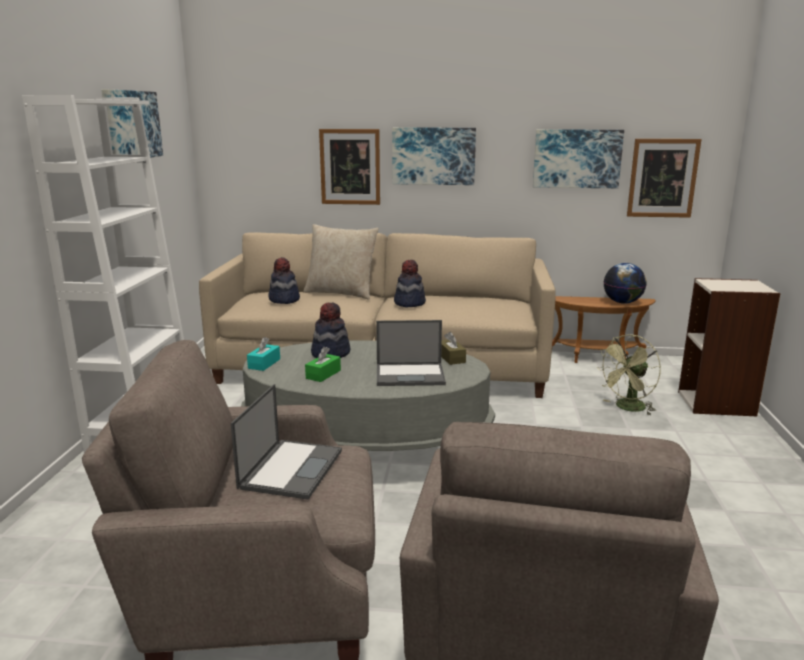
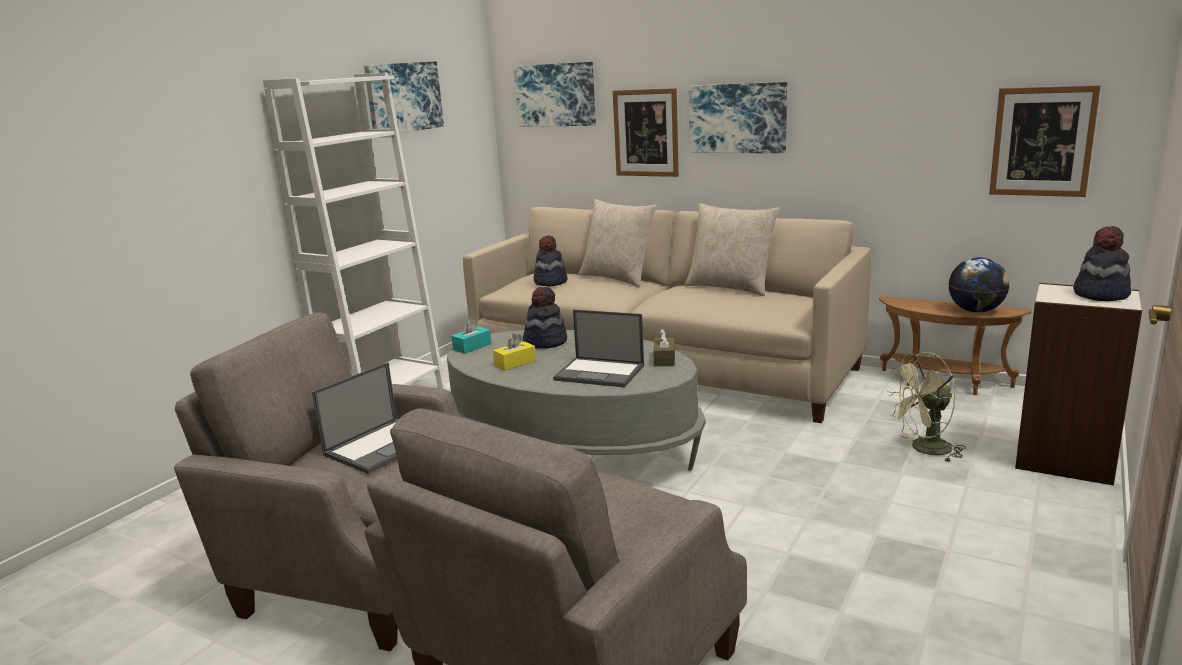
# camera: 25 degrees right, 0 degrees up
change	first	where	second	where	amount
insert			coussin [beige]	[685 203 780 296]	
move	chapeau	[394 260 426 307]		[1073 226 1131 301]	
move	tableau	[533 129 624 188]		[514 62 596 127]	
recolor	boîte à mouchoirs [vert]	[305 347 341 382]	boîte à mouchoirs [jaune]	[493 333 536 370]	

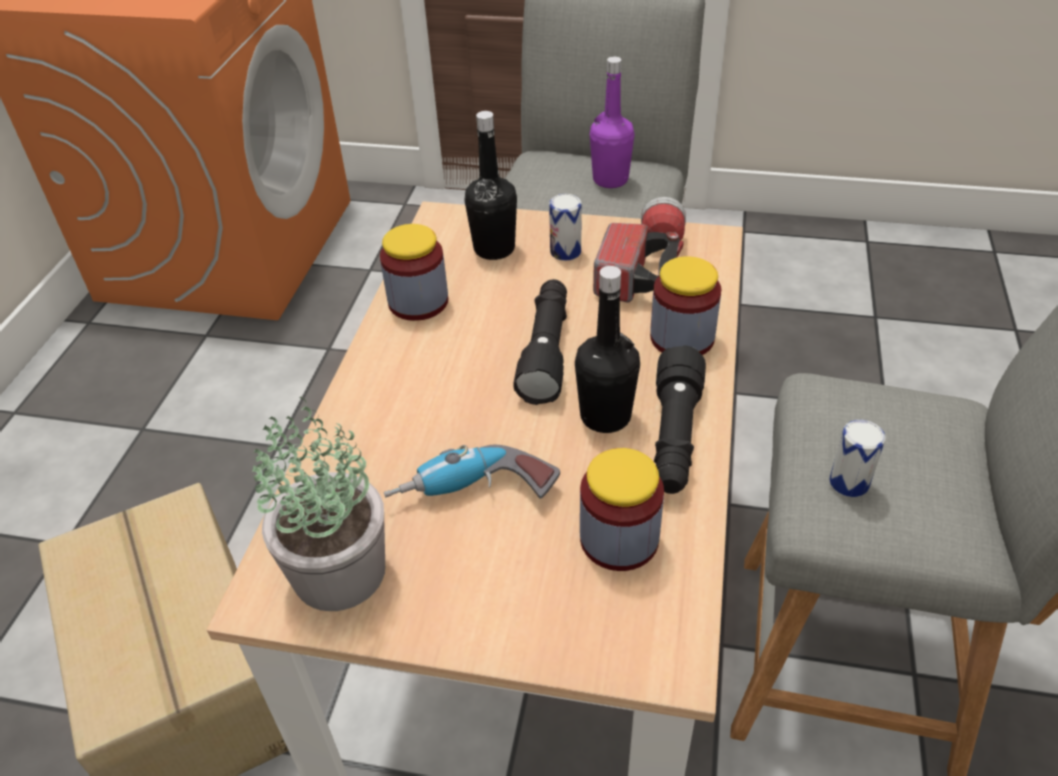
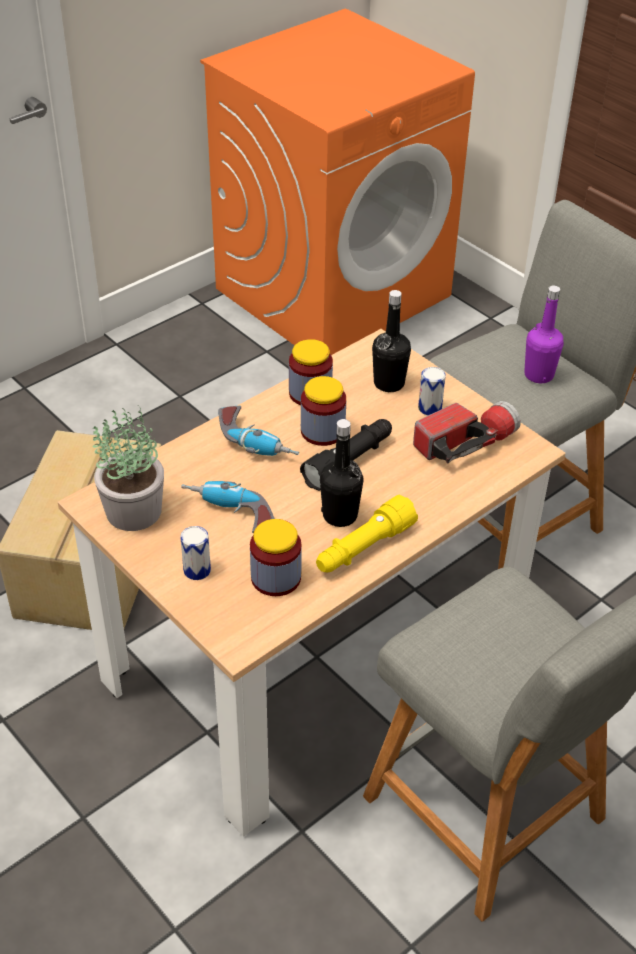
# camera: 35 degrees right, 0 degrees up
change	first	where	second	where	amount
insert			perceuse	[218 406 299 456]	
move	bocal	[650 256 722 355]		[301 376 346 446]	
move	boîte métallique	[829 420 886 497]		[180 526 211 580]	
recolor	lampe de poche [noir]	[654 345 706 494]	lampe de poche [jaune]	[316 495 418 572]	

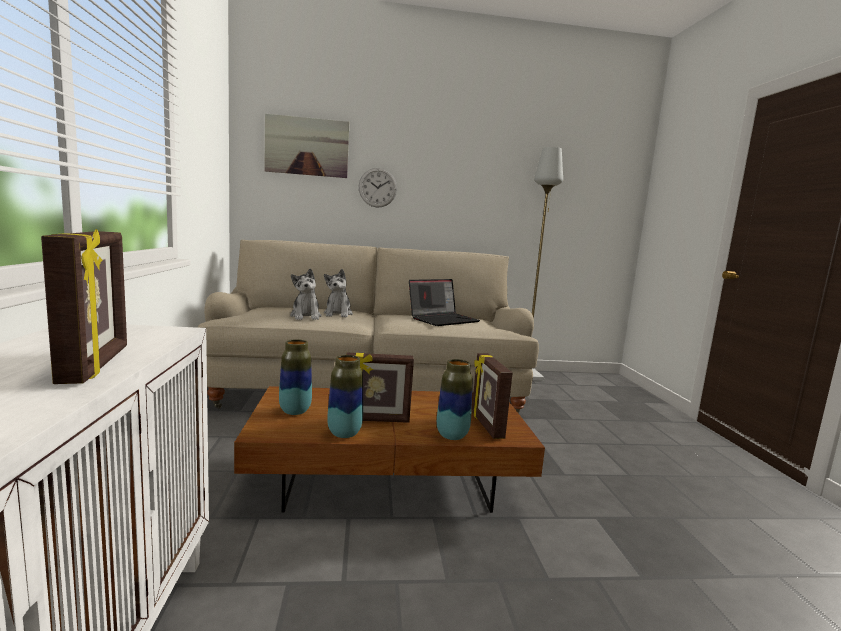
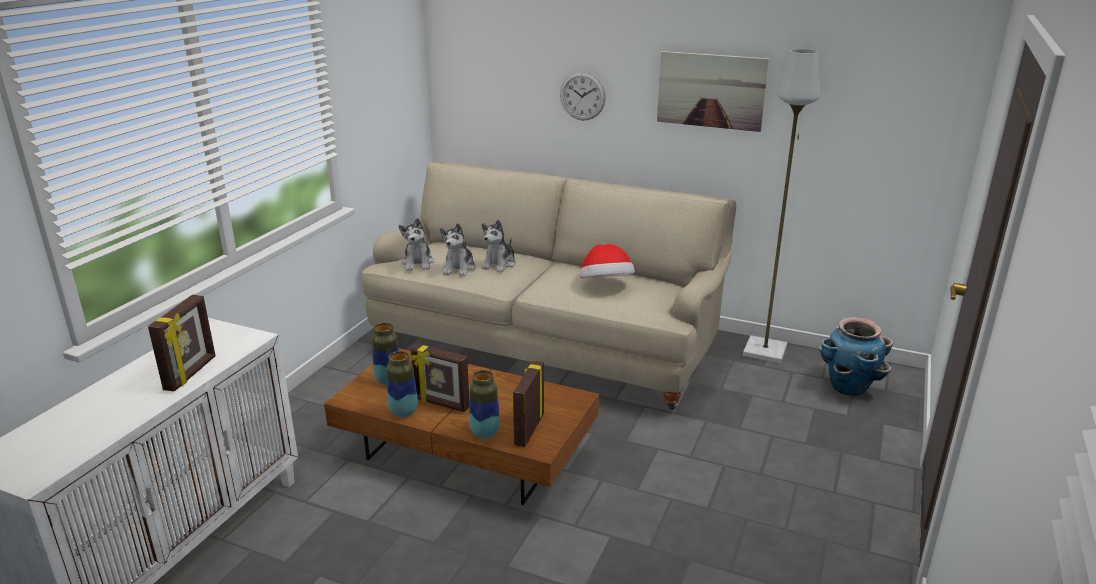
# camera: 30 degrees right, 15 degrees up
change	first	where	second	where	amount
insert			peluche	[398 218 434 271]	
insert			cache-pot	[819 317 893 396]	
move	tableau	[264 114 349 178]		[657 51 769 132]	
replace	ordinateur portable	[409 279 480 326]	chapeau	[580 244 635 278]	

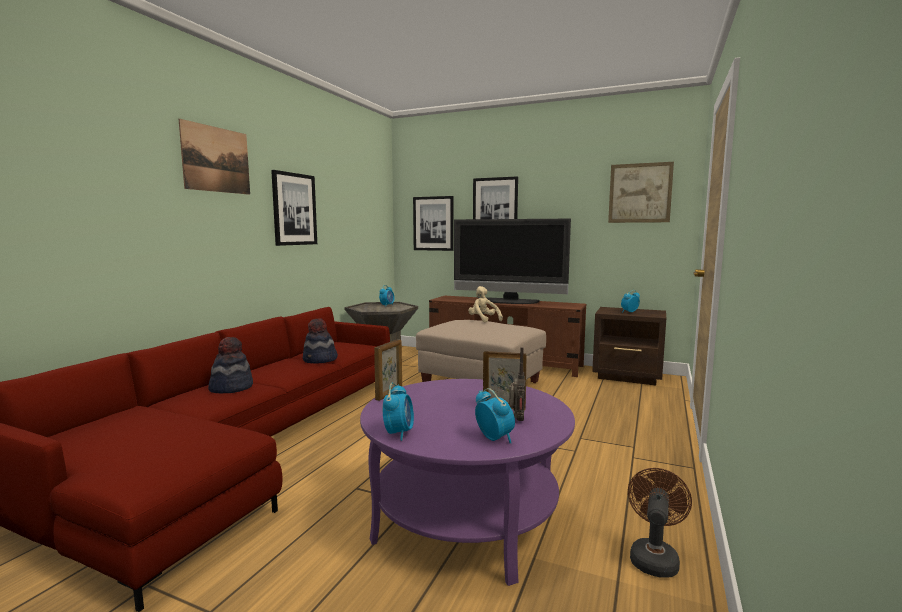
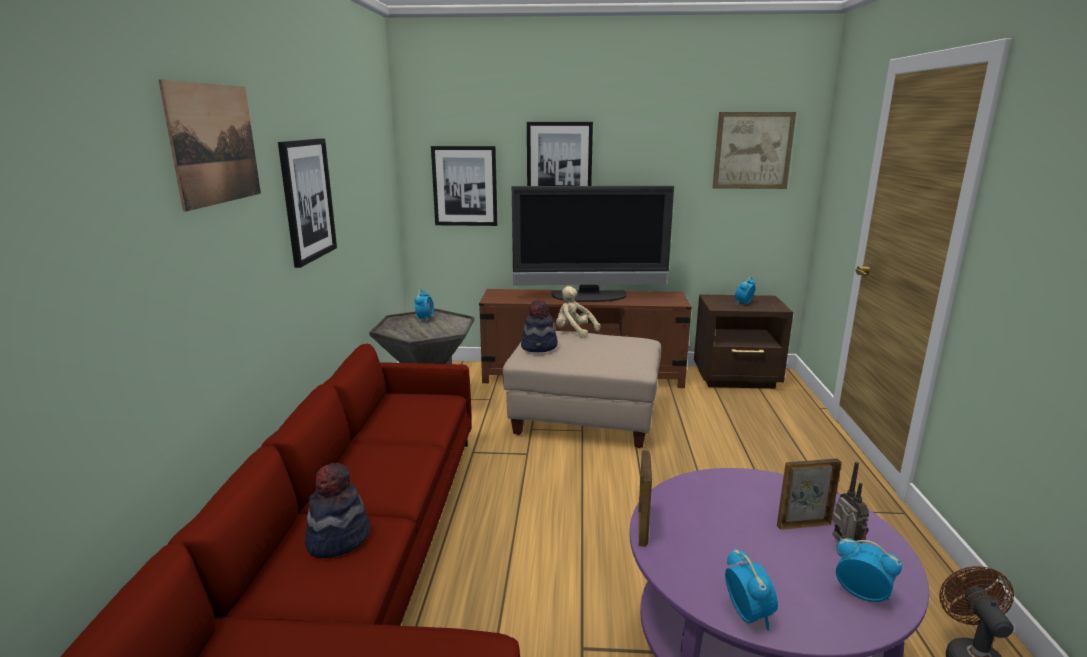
# camera: 20 degrees left, 10 degrees up
change	first	where	second	where	amount
move	chapeau	[303 319 338 364]		[521 300 558 352]	

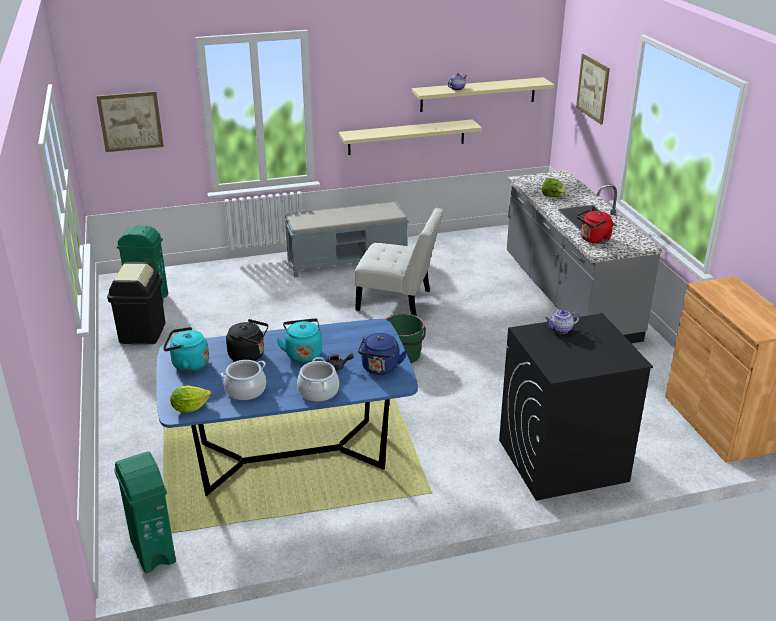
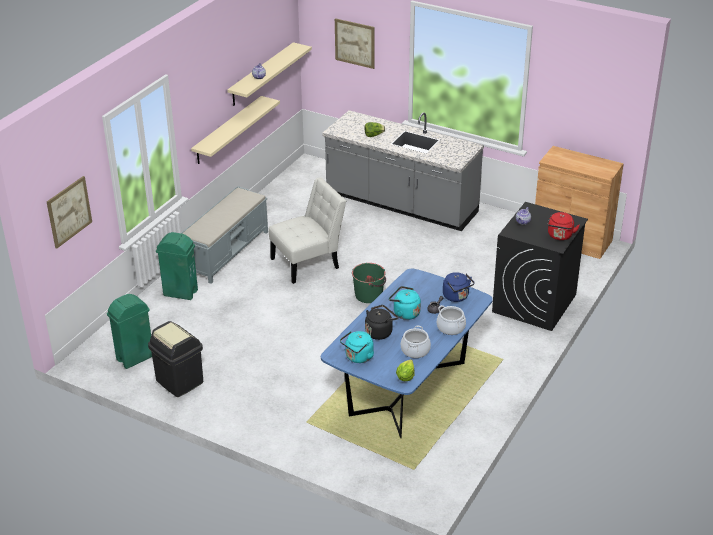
# camera: 45 degrees left, 5 degrees up
change	first	where	second	where	amount
move	poubelle [vert]	[114 451 176 573]		[156 232 198 300]	
move	bouilloire [rouge]	[577 209 613 244]		[548 212 580 240]	

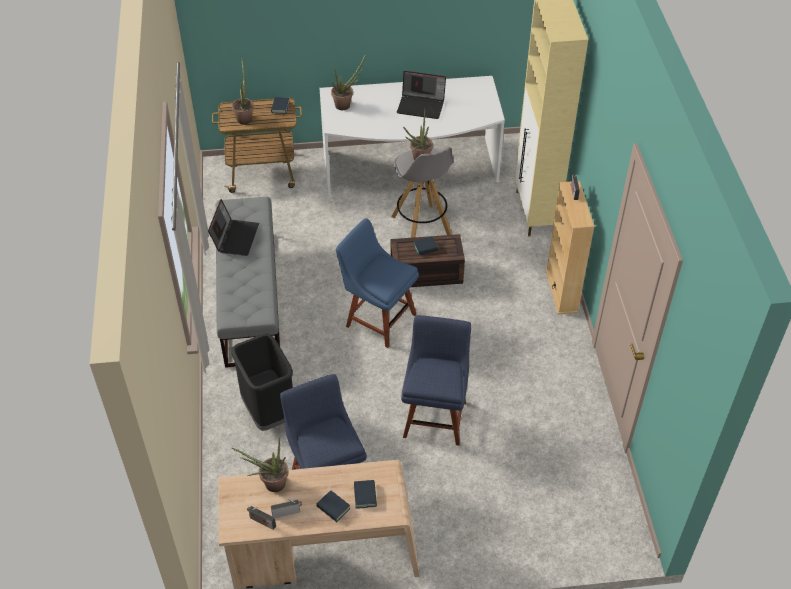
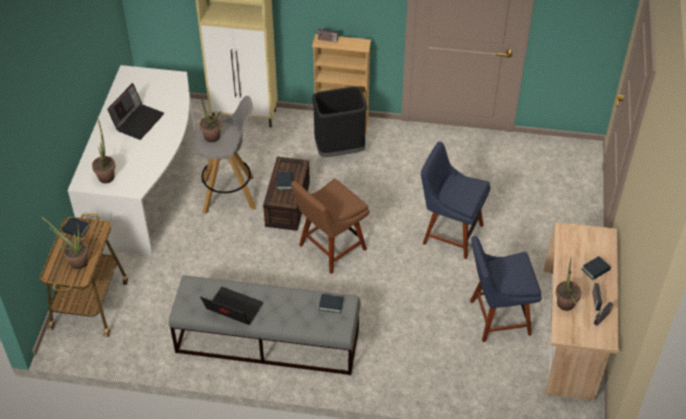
# camera: 75 degrees left, 0 degrees up
change	first	where	second	where	amount
move	poubelle [noir]	[231 334 293 431]		[312 87 367 157]	
move	livre	[354 480 377 508]		[319 294 343 313]	
recolor	chaise [bleu]	[336 218 419 348]	chaise [marron]	[291 178 369 274]	

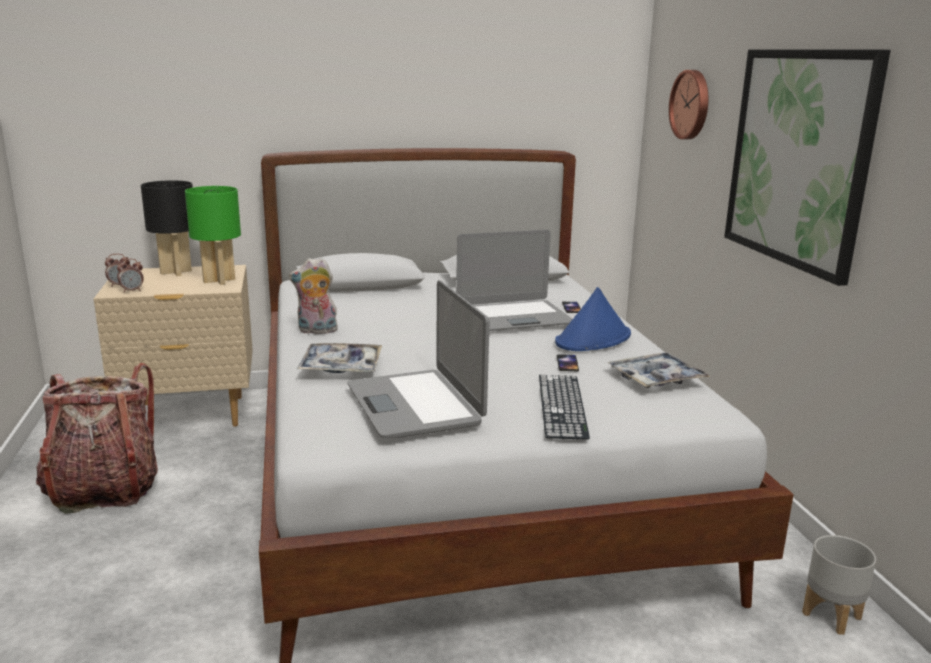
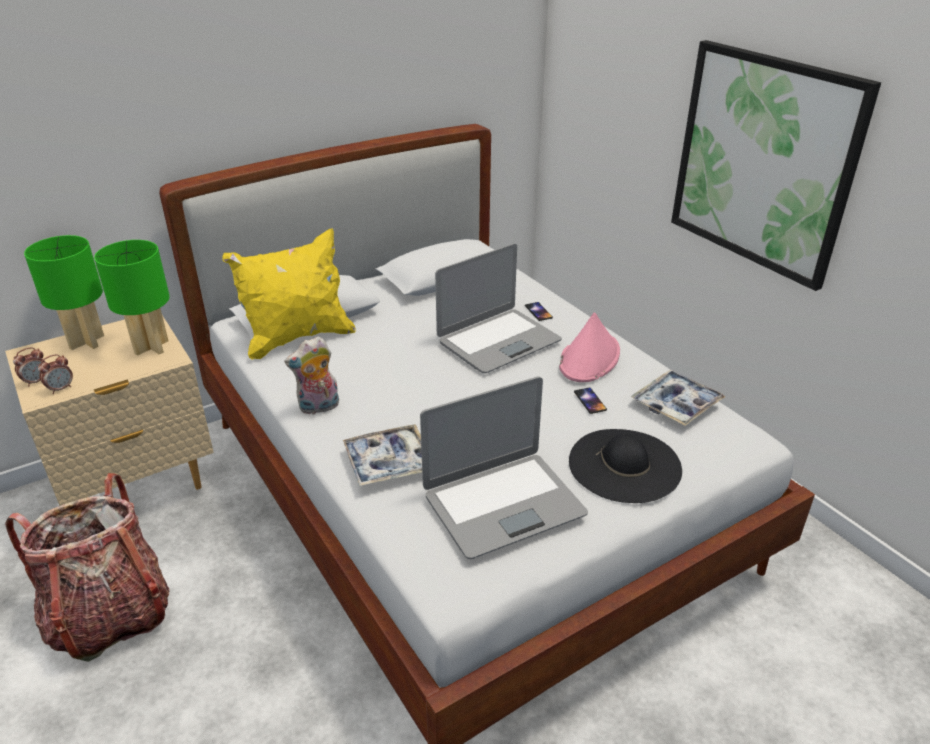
# camera: 20 degrees left, 15 degrees up
change	first	where	second	where	amount
delete	horloge murale	[669 70 708 139]			
delete	cache-pot [gris]	[802 535 876 635]			
insert			coussin [jaune]	[222 228 356 360]	
replace	clavier	[539 375 590 440]	chapeau [noir]	[569 429 682 503]	
recolor	lampe de table [noir]	[141 180 193 276]	lampe de table [vert]	[24 235 104 350]	
recolor	chapeau [bleu]	[555 287 631 351]	chapeau [rose]	[559 312 620 382]	
rotate	ordinateur portable	[347 281 490 438]		[420 376 588 559]	75 degrees counterclockwise

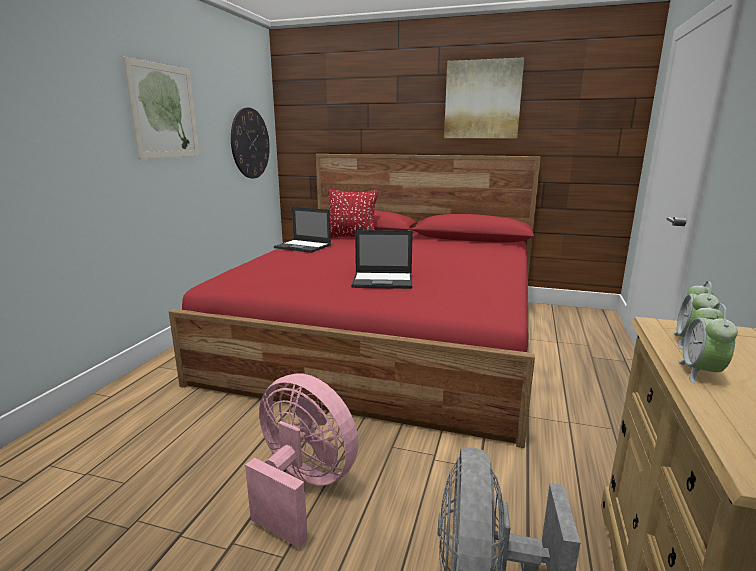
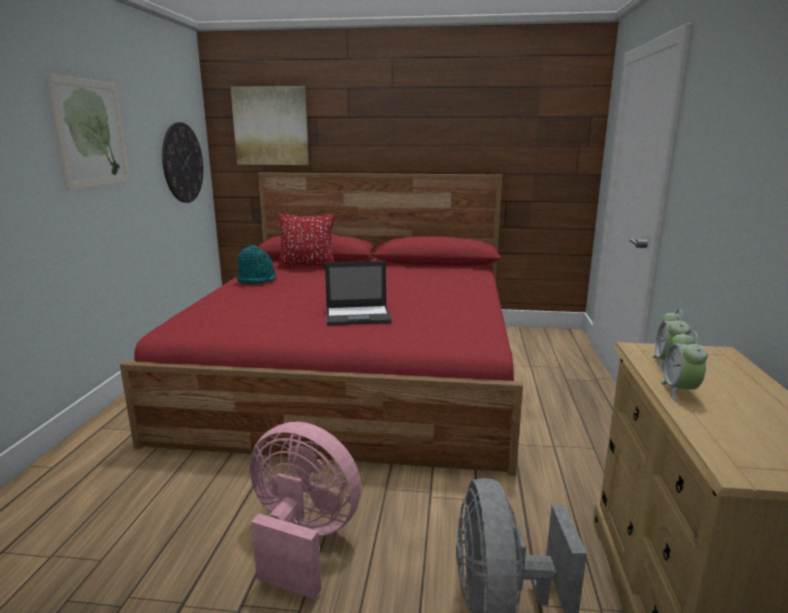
# camera: 10 degrees left, 0 degrees up
change	first	where	second	where	amount
move	tableau	[444 57 524 138]		[230 86 309 165]	
replace	ordinateur portable	[274 207 331 253]	chapeau [turquoise]	[236 245 276 284]	

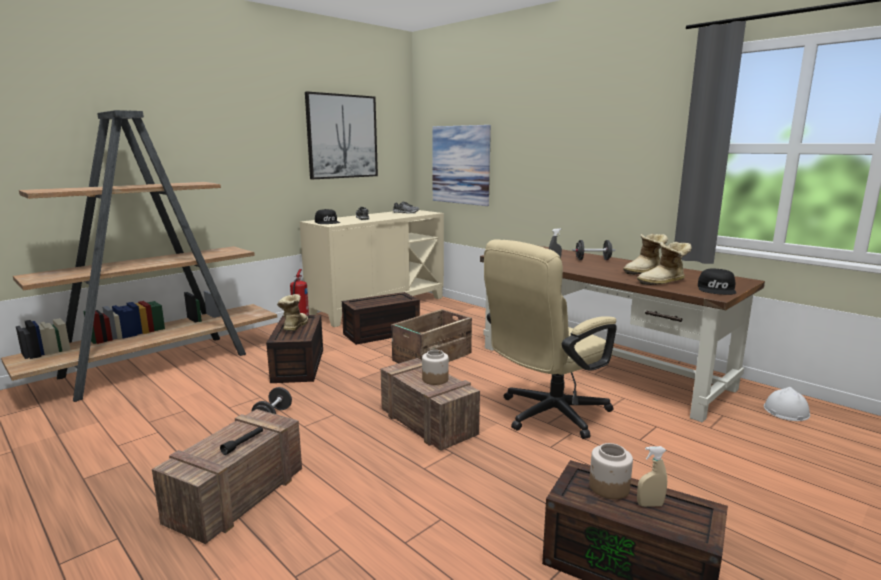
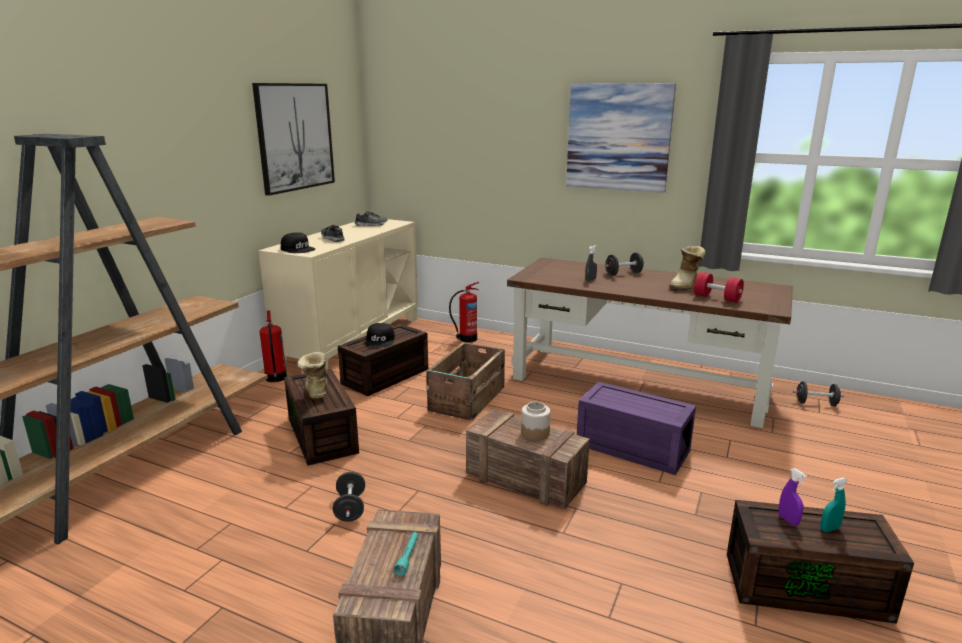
# camera: 20 degrees left, 5 degrees up
change	first	where	second	where	amount
insert			extincteur	[449 282 479 342]	
move	tableau	[432 125 491 206]		[566 83 676 193]	
move	casquette [noir]	[698 269 737 295]		[365 323 395 347]	
replace	chaise de bureau [beige]	[484 239 617 439]	boîte de rangement [violet]	[577 382 696 475]	
replace	bocal	[589 443 633 499]	vaporisateur [violet]	[778 468 807 526]	
replace	botte	[637 242 692 285]	haltère [rouge]	[694 272 744 303]	
replace	casque de chantier [blanc]	[764 387 810 421]	haltère [noir]	[793 381 844 406]	
recolor	lampe de poche [noir]	[220 427 263 455]	lampe de poche [turquoise]	[394 532 419 576]	
recolor	vaporisateur [beige]	[637 446 667 507]	vaporisateur [turquoise]	[820 477 848 532]	

